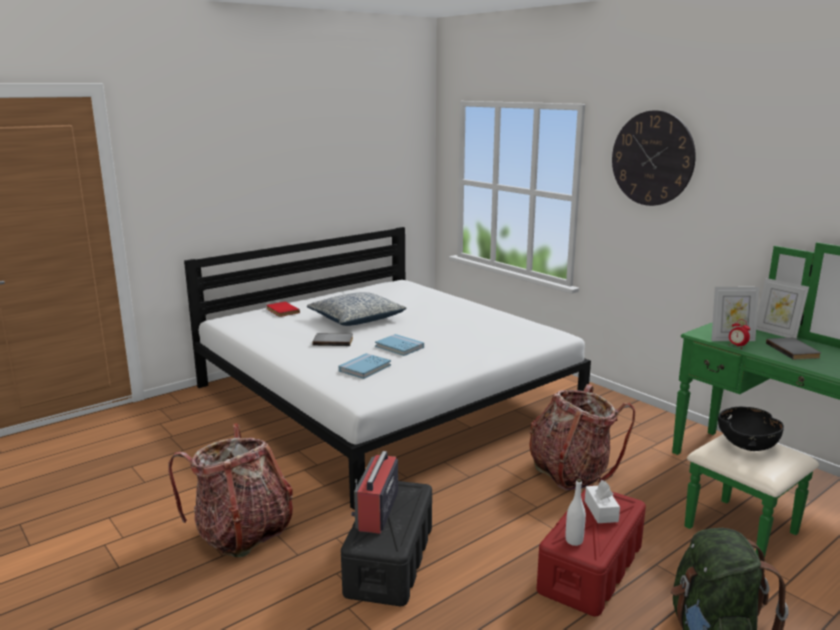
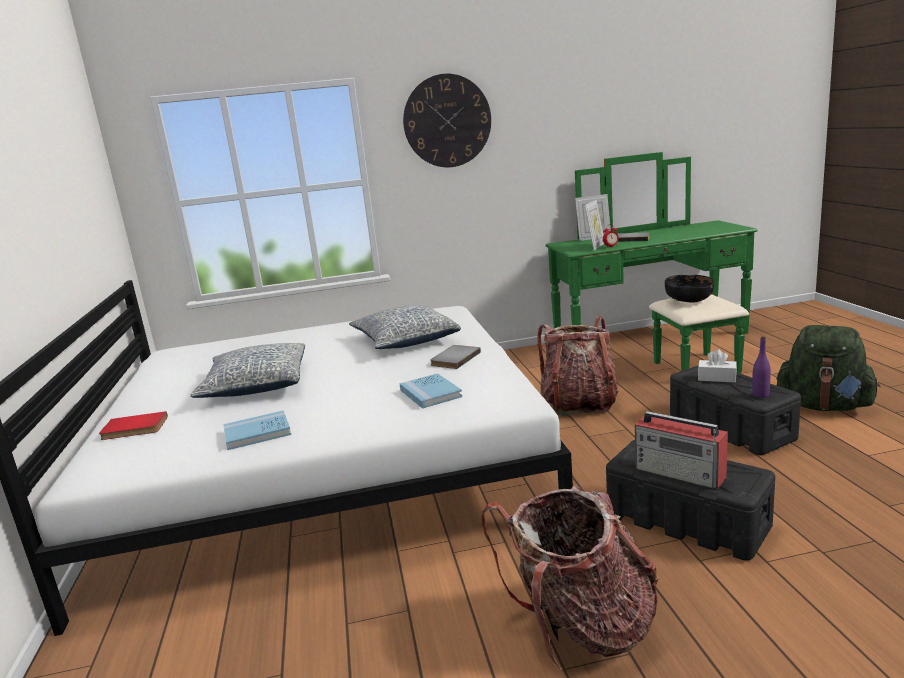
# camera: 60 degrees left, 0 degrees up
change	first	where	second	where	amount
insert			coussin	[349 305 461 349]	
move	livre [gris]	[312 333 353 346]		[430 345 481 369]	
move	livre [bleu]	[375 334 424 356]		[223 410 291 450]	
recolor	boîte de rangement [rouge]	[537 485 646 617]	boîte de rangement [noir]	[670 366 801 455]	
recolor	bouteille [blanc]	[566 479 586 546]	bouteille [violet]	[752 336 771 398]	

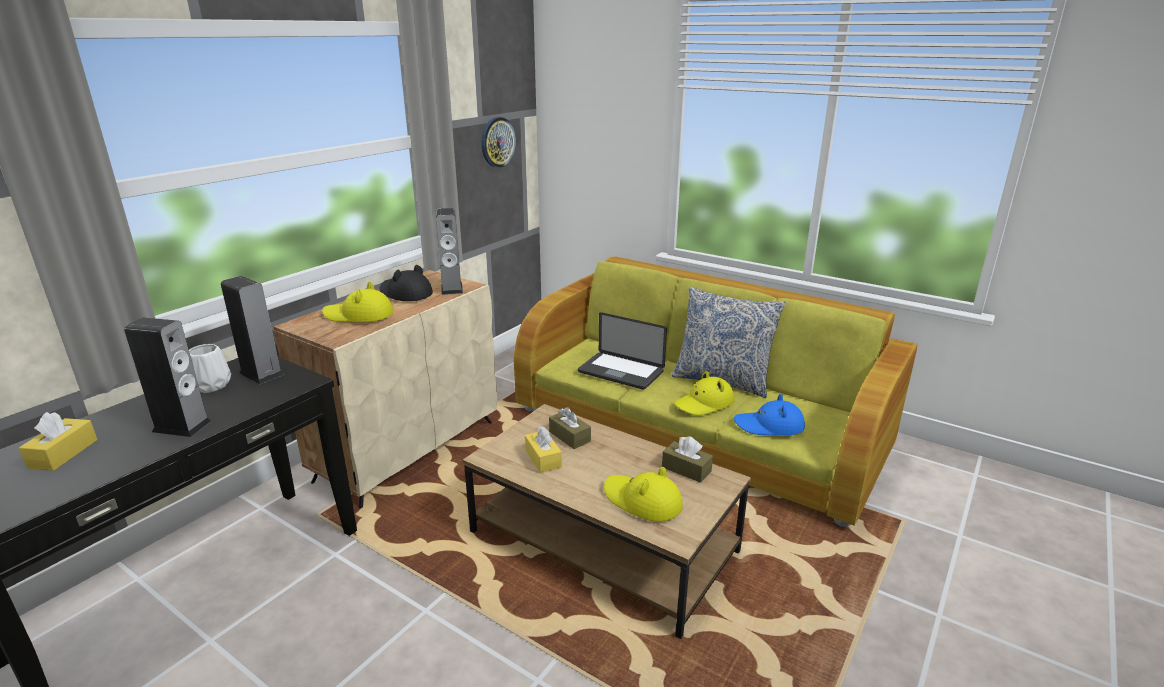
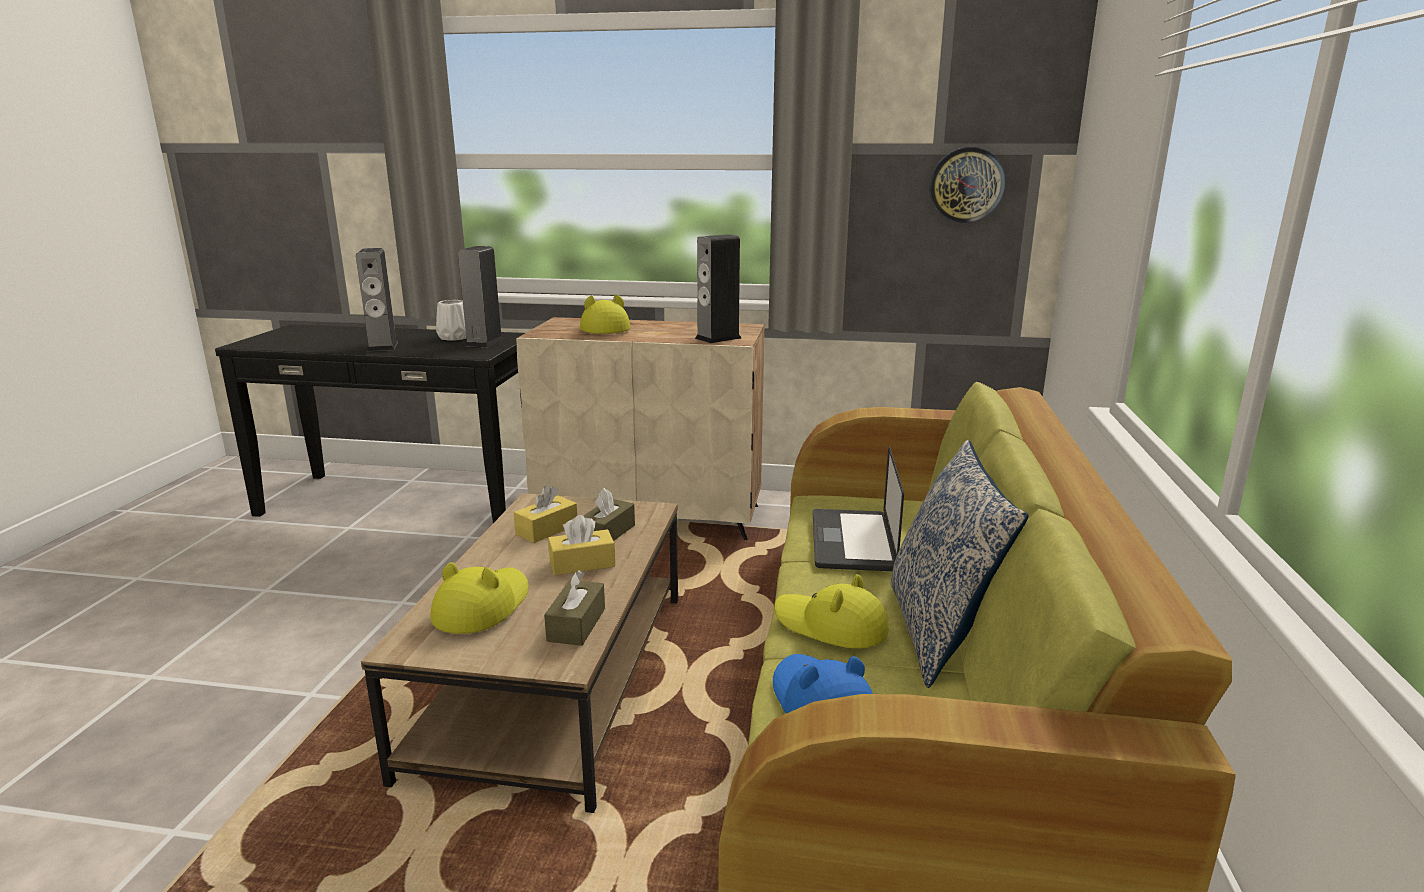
# camera: 65 degrees right, 5 degrees down
change	first	where	second	where	amount
delete	chapeau [noir]	[379 265 433 301]			
move	boîte à mouchoirs [jaune]	[19 412 97 471]		[548 515 615 575]	

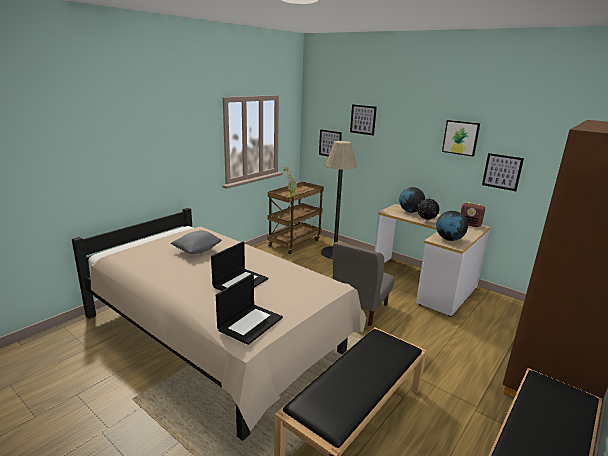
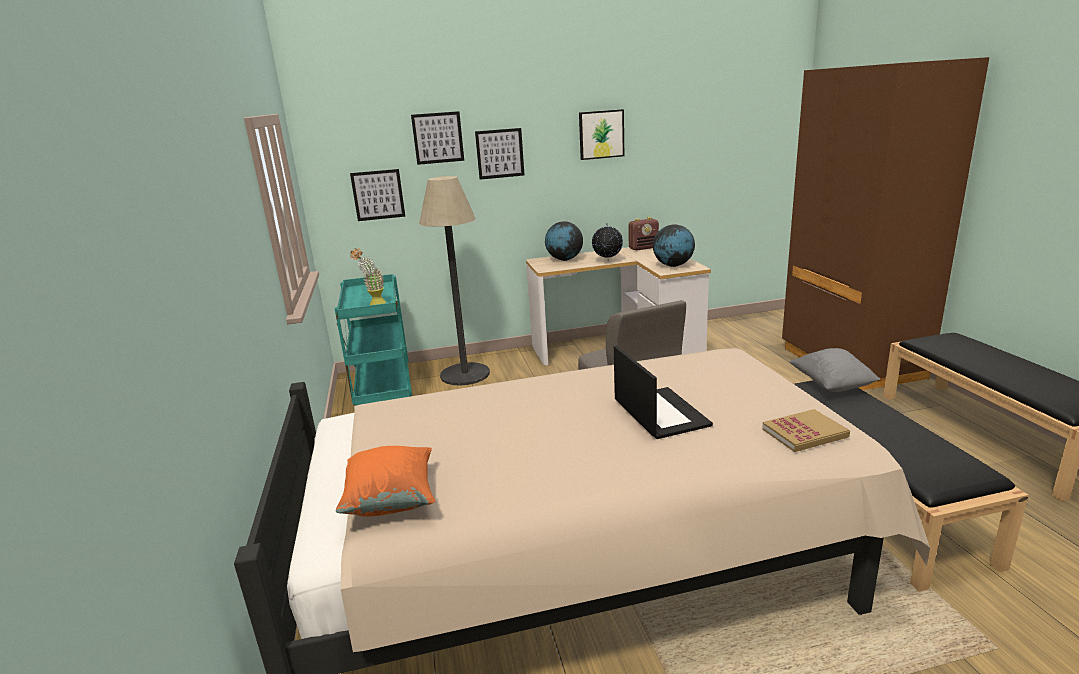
# camera: 50 degrees left, 0 degrees up
change	first	where	second	where	amount
insert			coussin [orange]	[336 446 435 517]	
move	coussin [gris]	[171 230 222 254]		[789 348 880 392]	
move	tableau	[482 153 524 191]		[475 128 524 180]	
replace	ordinateur portable	[216 273 283 345]	livre	[762 409 850 452]	
recolor	chariot [marron]	[268 182 324 254]	chariot [turquoise]	[334 274 412 410]	

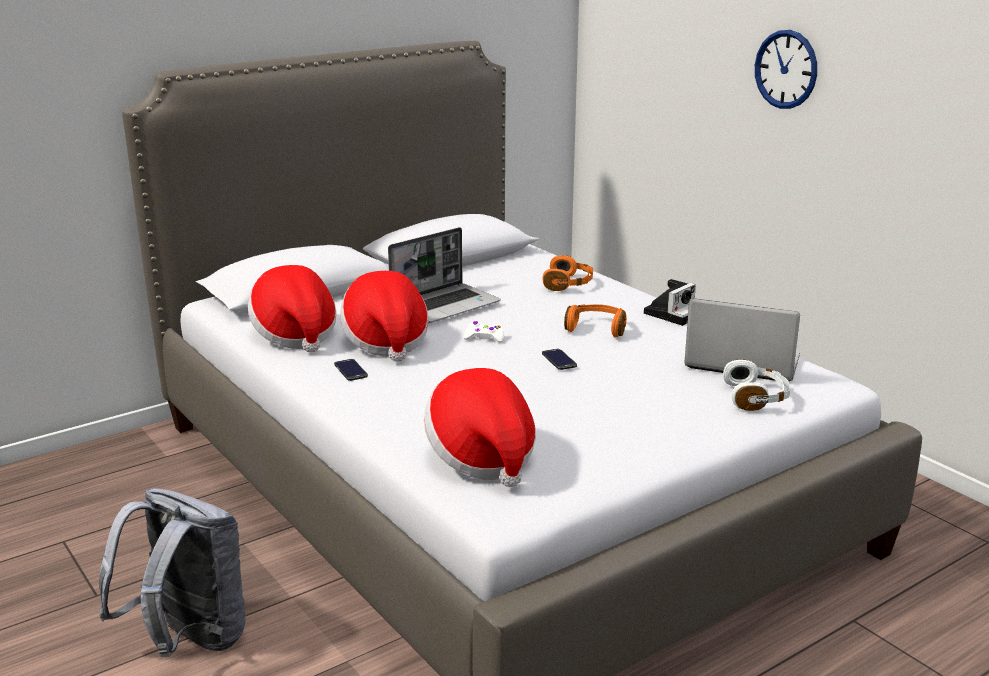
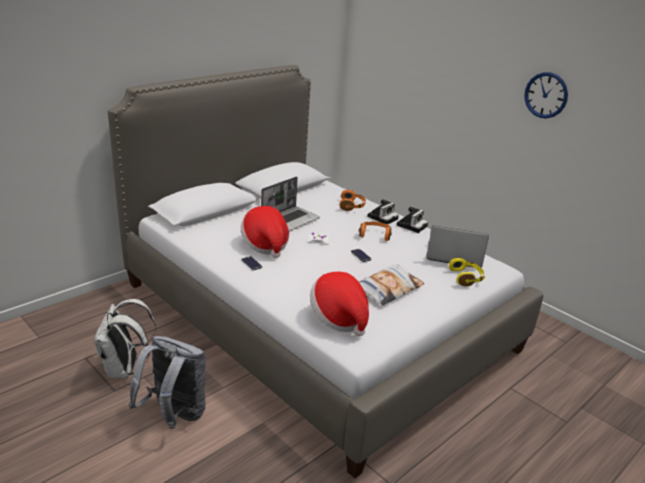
# camera: 10 degrees left, 5 degrees up
change	first	where	second	where	amount
delete	chapeau	[248 265 336 353]			
insert			sac à dos [blanc]	[94 299 156 378]	
insert			coussin	[359 264 424 306]	
insert			appareil photo	[367 199 399 224]	
move	horloge murale	[755 30 817 109]		[524 72 568 119]	
recolor	casque audio [blanc]	[723 359 790 411]	casque audio [jaune]	[449 258 485 286]	

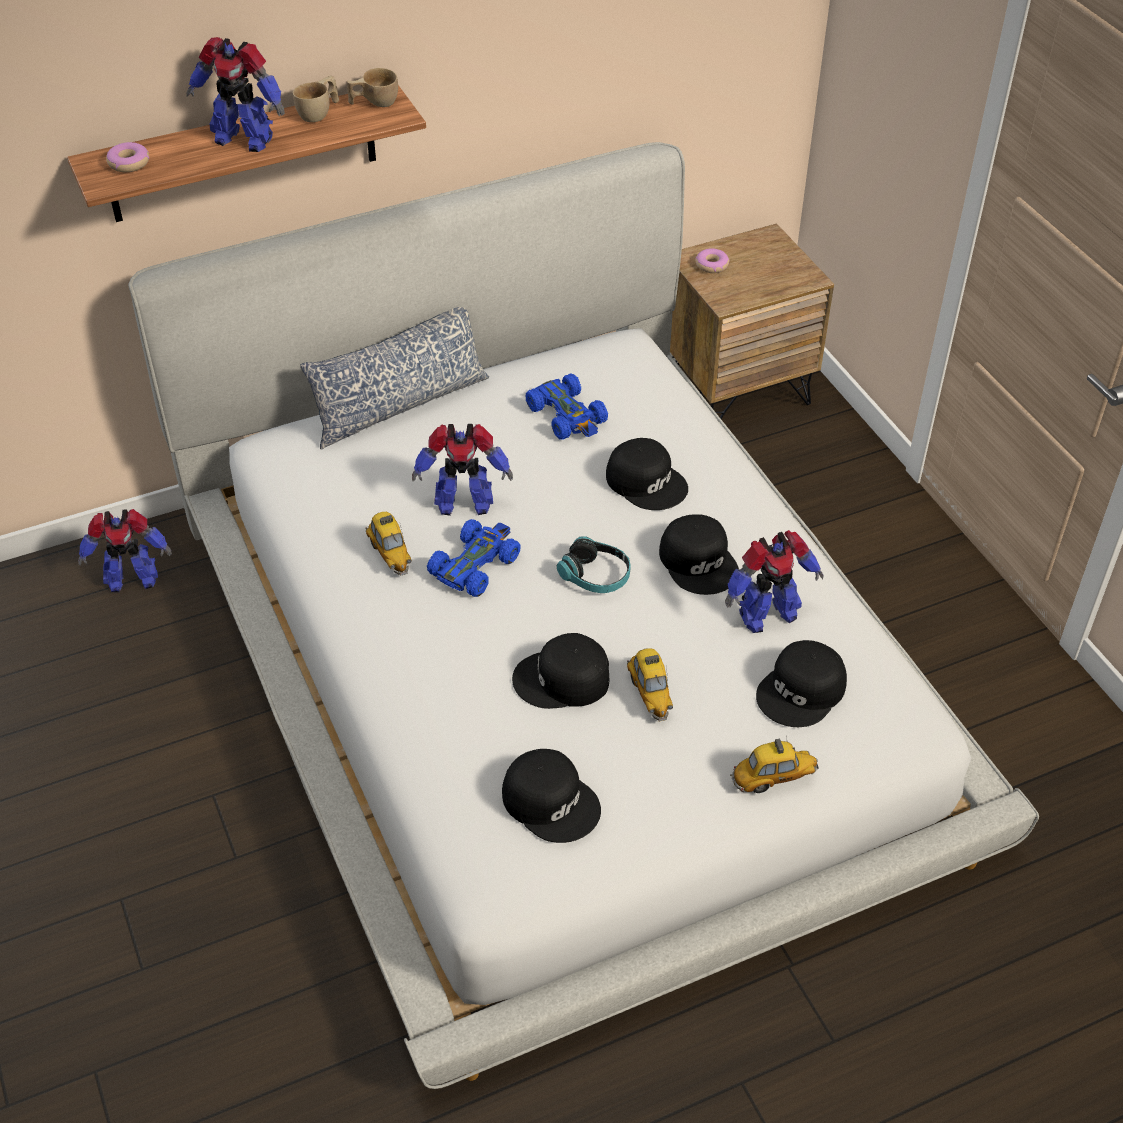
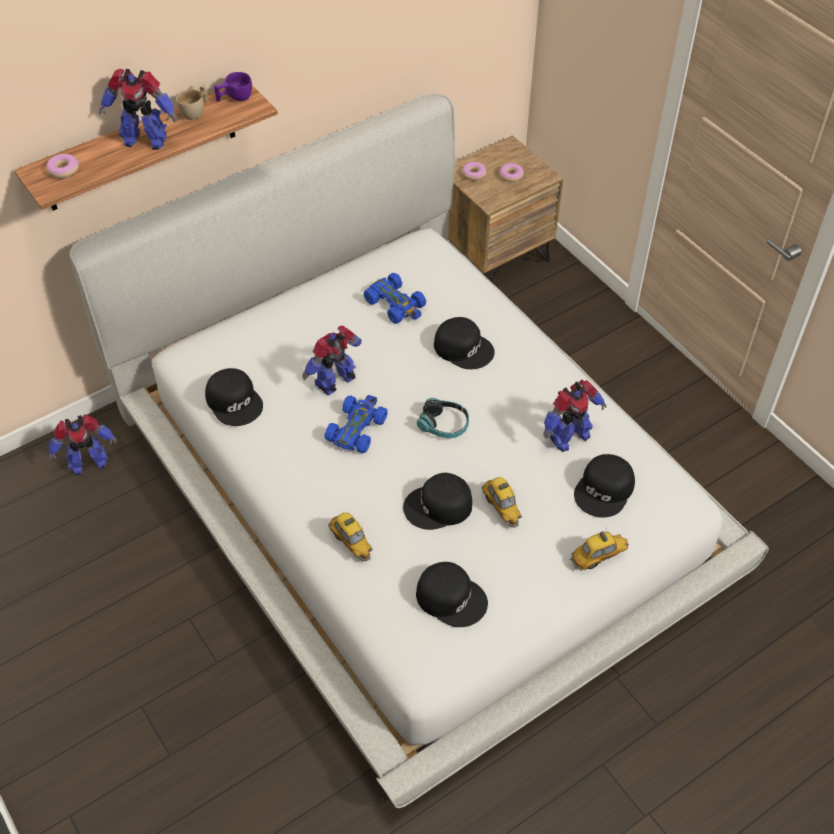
# camera: 10 degrees left, 5 degrees up
change	first	where	second	where	amount
delete	coussin	[300 307 489 450]			
insert			beignet	[499 163 524 182]	
move	petite voiture	[366 512 411 576]		[328 512 373 562]	
move	casquette [noir]	[659 514 739 595]		[205 368 263 426]	
recolor	tasse [beige]	[347 68 398 107]	tasse [violet]	[214 72 252 102]	
rotate	robot jouet	[412 424 513 516]		[302 325 362 395]	150 degrees clockwise

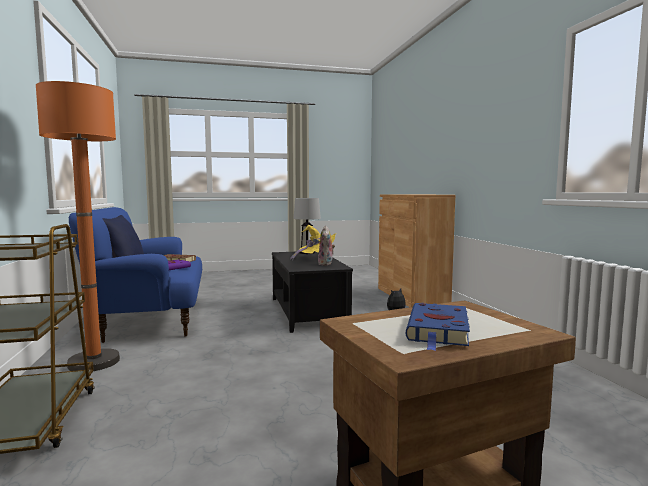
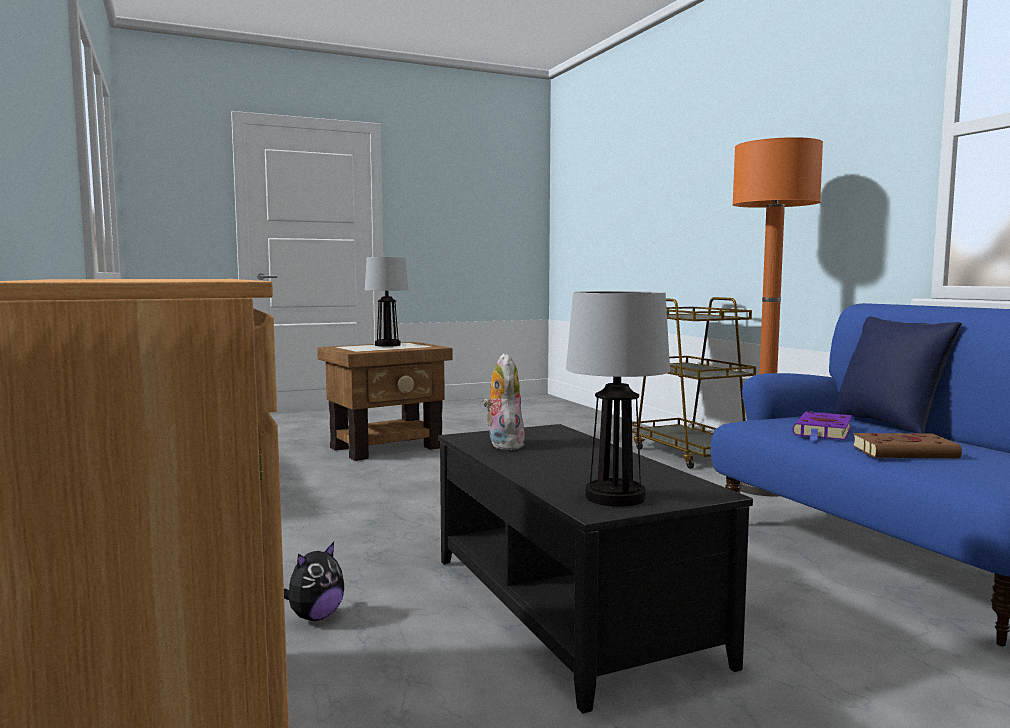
# camera: 170 degrees right, 0 degrees up
change	first	where	second	where	amount
delete	chapeau [jaune]	[290 225 336 261]			
replace	livre [bleu]	[406 303 470 351]	lampe de table	[365 257 408 347]	

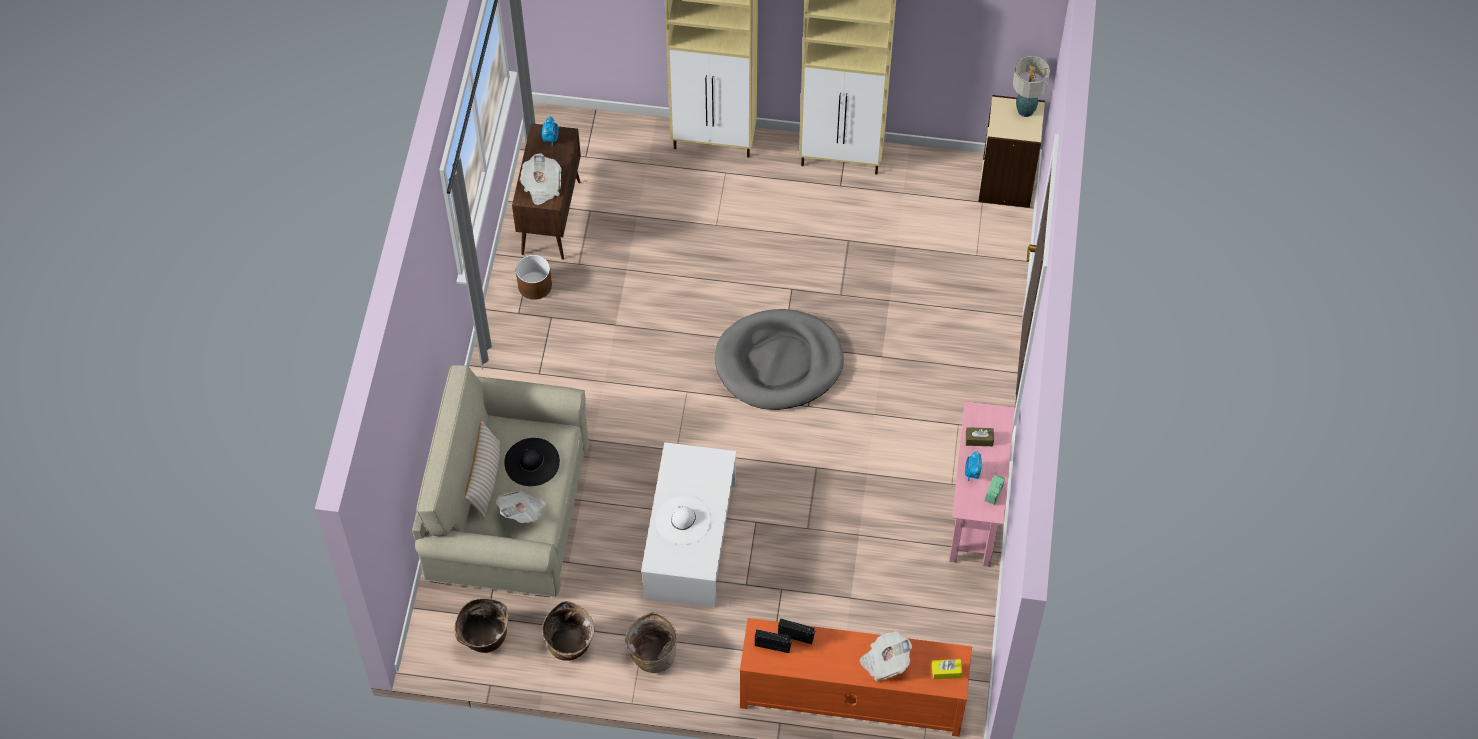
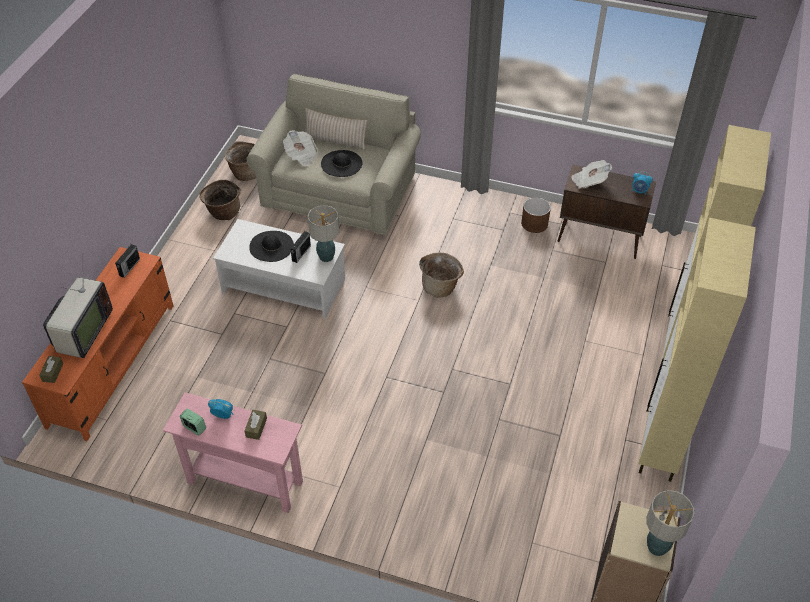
# camera: 100 degrees right, 10 degrees down
change	first	where	second	where	amount
delete	panier pour chien [gris]	[715 309 844 410]			
insert			lampe de table	[308 205 339 262]	
move	panier	[625 612 677 673]		[419 253 464 298]	
move	radio	[778 618 815 644]		[290 231 311 263]	
replace	journal	[860 631 912 681]	téléviseur	[43 277 113 358]	
recolor	chapeau [blanc]	[656 495 711 545]	chapeau [noir]	[249 231 294 262]	
recolor	boîte à mouchoirs [jaune]	[932 659 962 679]	boîte à mouchoirs [marron]	[39 356 63 383]	

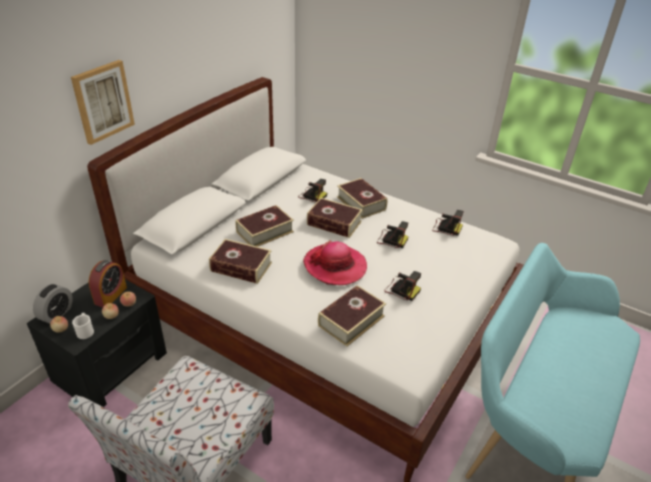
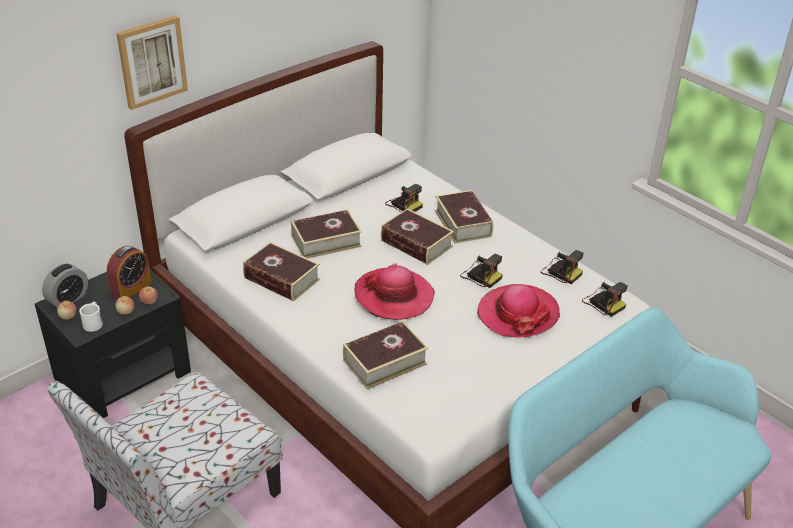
# camera: 15 degrees right, 0 degrees up
change	first	where	second	where	amount
insert			chapeau	[477 284 560 338]	
move	appareil photo	[384 271 421 301]		[582 282 628 317]	

